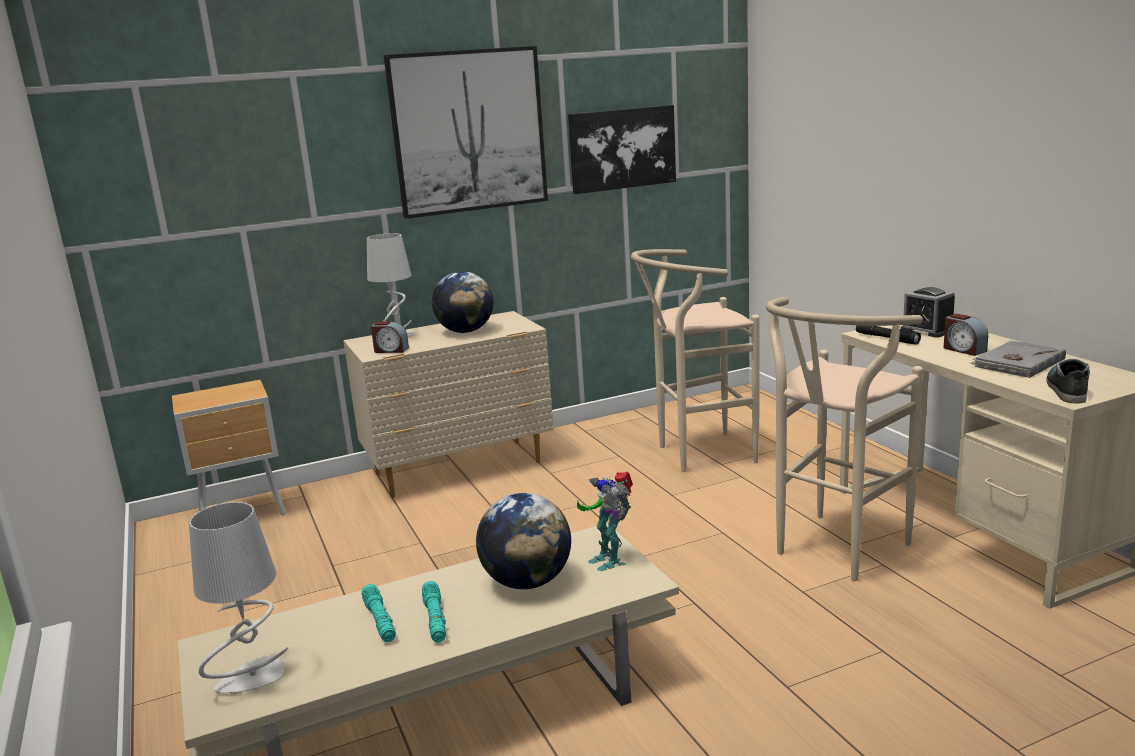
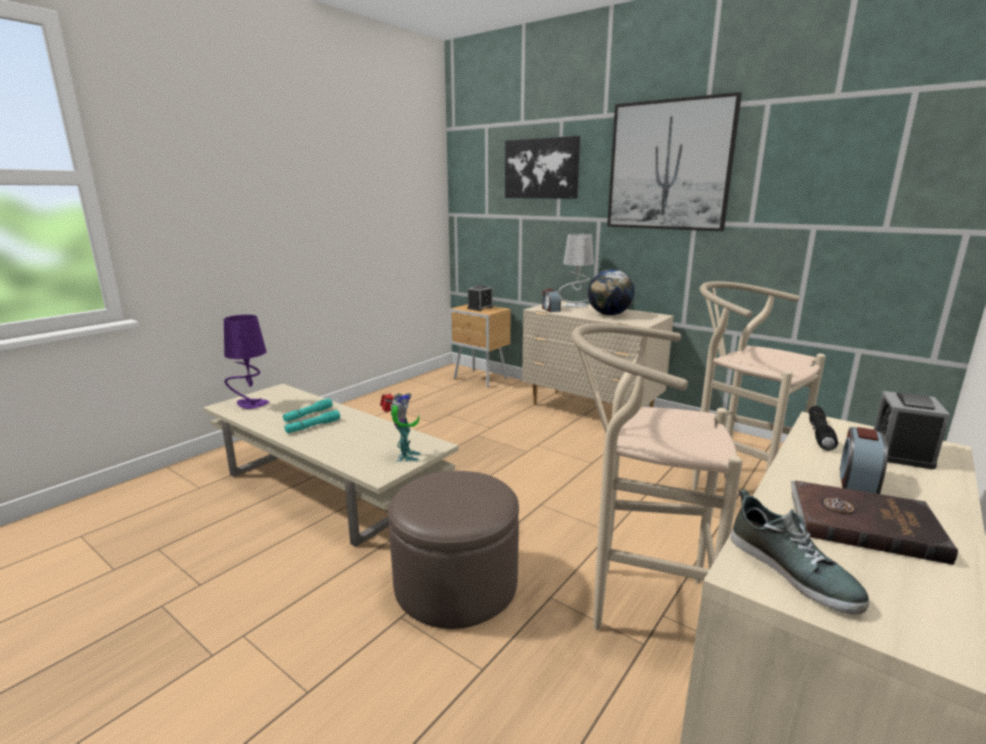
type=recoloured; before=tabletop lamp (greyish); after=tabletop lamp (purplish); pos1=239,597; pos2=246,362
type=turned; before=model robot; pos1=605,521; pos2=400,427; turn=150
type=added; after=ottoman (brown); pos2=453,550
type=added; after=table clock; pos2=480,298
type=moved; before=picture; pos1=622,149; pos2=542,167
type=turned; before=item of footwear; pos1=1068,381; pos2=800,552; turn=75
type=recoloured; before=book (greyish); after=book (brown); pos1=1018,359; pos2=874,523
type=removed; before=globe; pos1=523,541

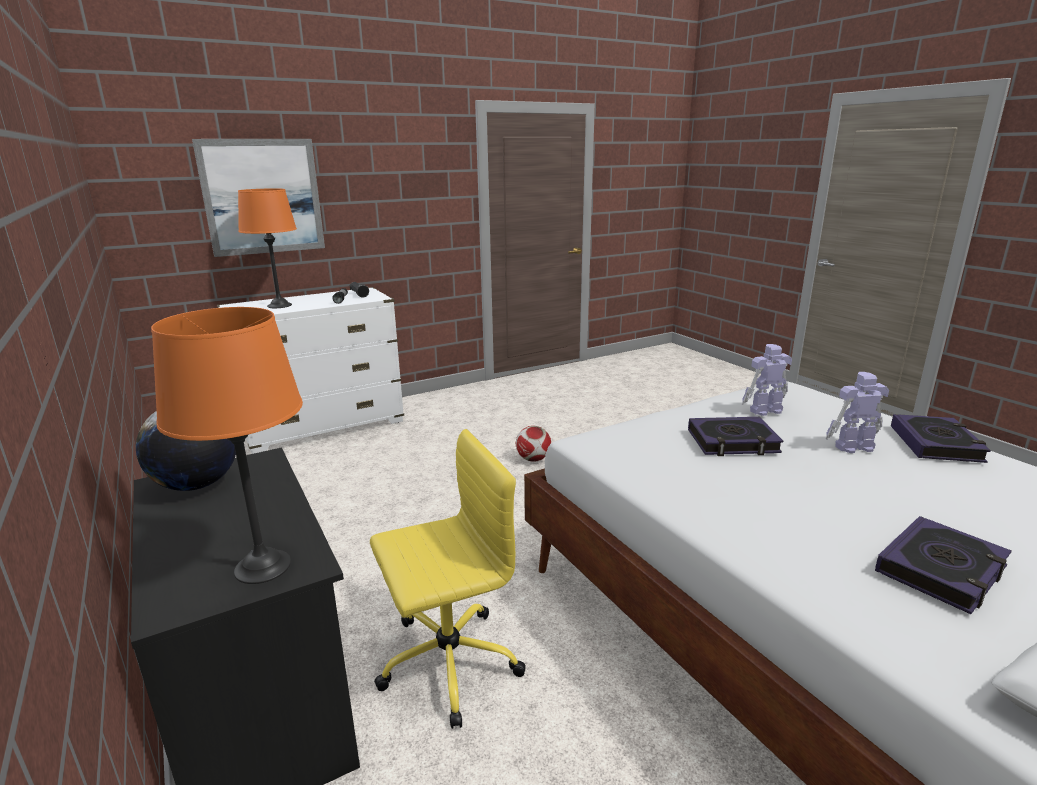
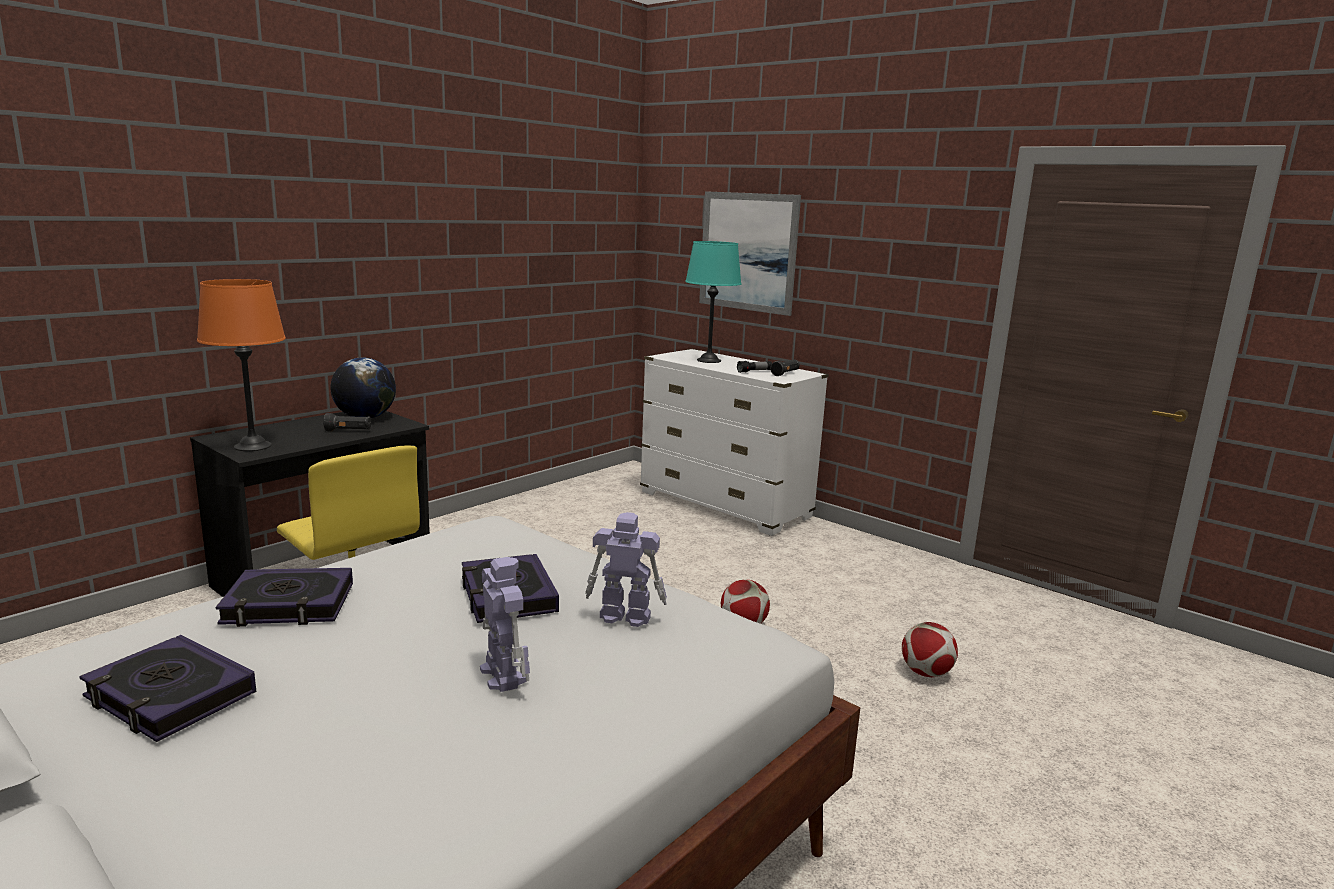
type=moved; before=book; pos1=941,438; pos2=284,597
type=added; after=torch (black); pos2=347,422
type=turned; before=model robot; pos1=767,380; pos2=626,569; turn=-45
type=recoloured; before=tabletop lamp (orange); after=tabletop lamp (turquoise); pos1=267,248; pos2=713,302
type=added; after=football; pos2=930,649

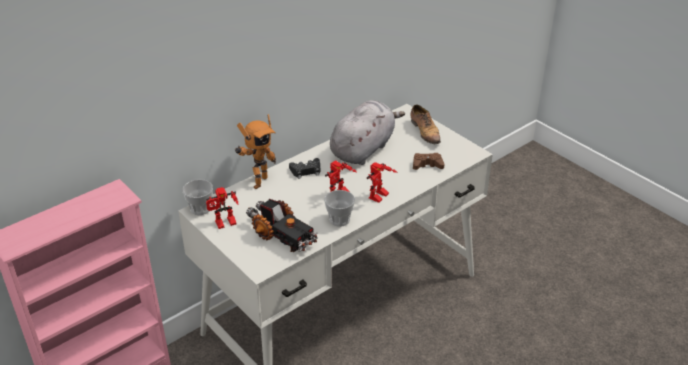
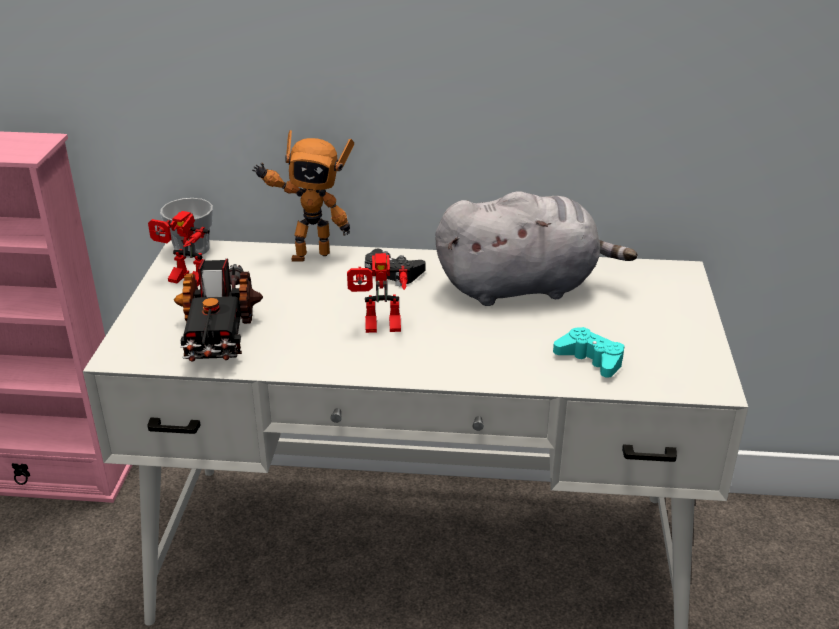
type=recoloured; before=game controller (brown); after=game controller (turquoise); pos1=428,161; pos2=588,352
type=removed; before=cup; pos1=339,208
type=removed; before=model robot; pos1=382,182
type=removed; before=item of footwear; pos1=426,124

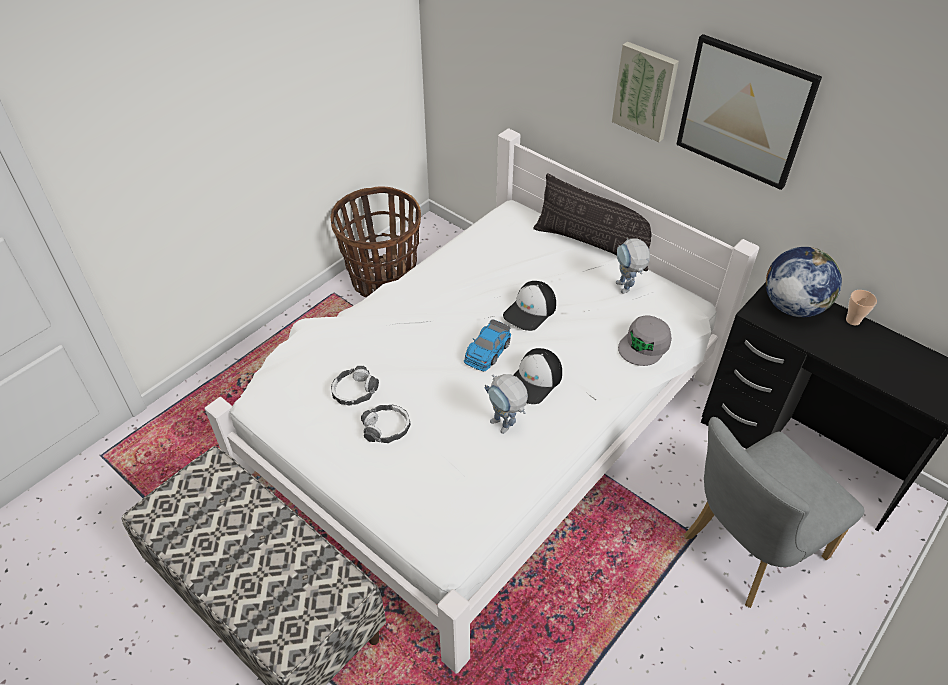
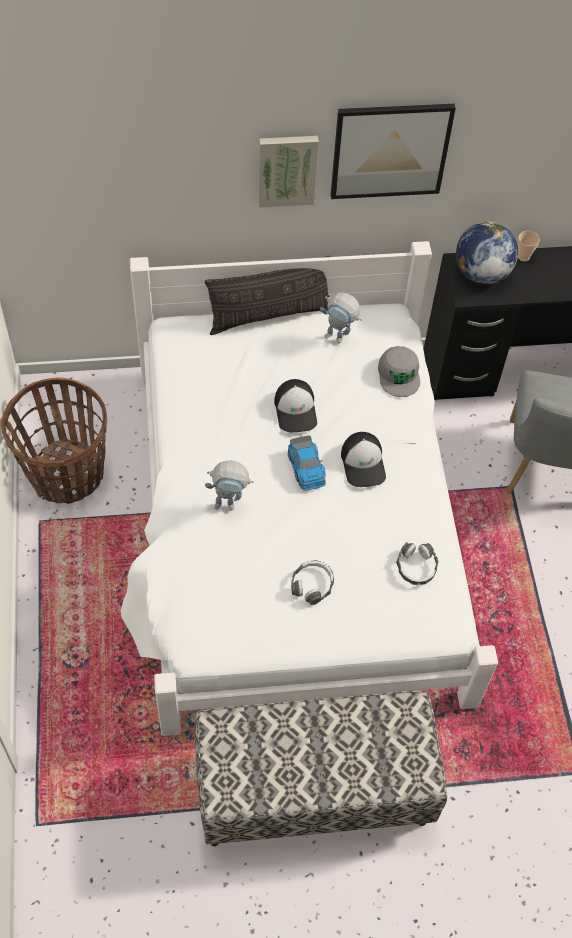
type=moved; before=model robot; pos1=506,404; pos2=229,485
type=moved; before=headphones; pos1=355,385; pos2=417,563

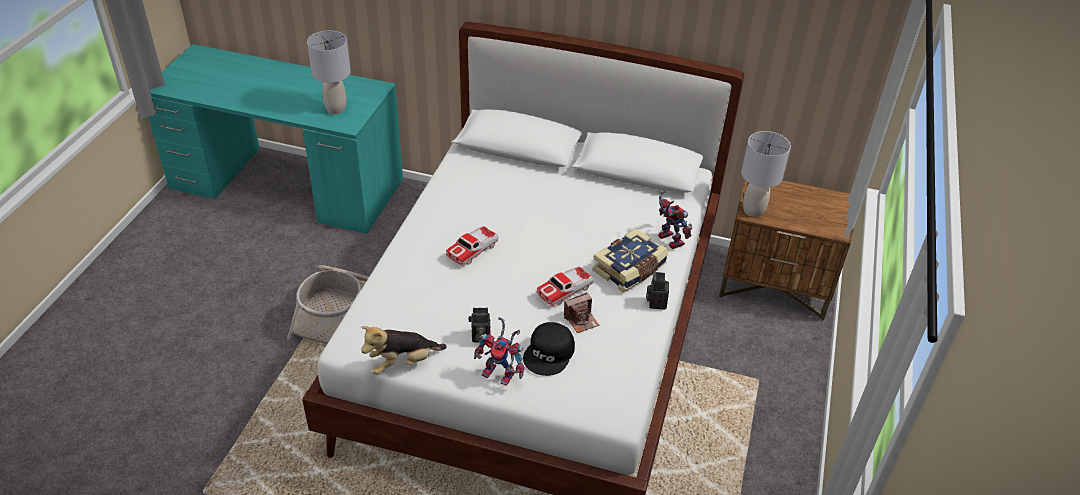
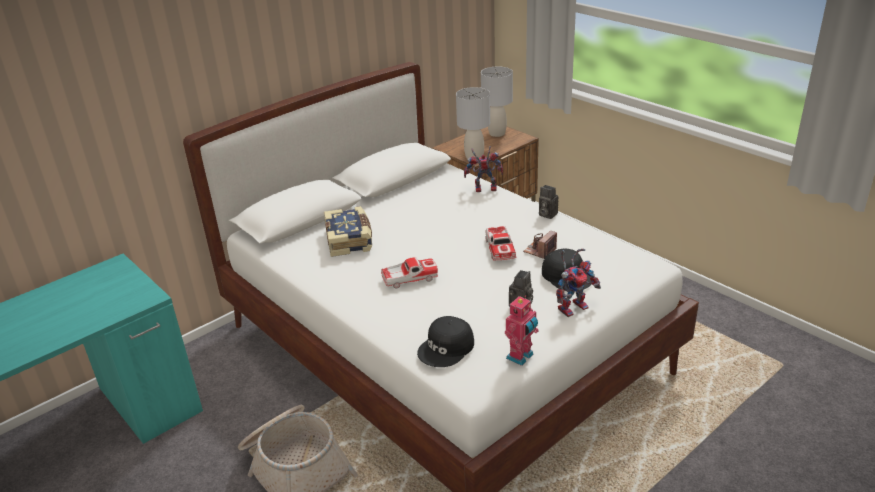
type=moved; before=book; pos1=630,260; pos2=348,231
type=turned; before=toy car; pos1=472,246; pos2=409,273; turn=-90
type=added; after=baseball cap (black); pos2=445,341
type=moved; before=tabletop lamp (greyish); pos1=329,72; pos2=497,101
type=replaced; before=cuddly toy; after=model robot; pos1=404,350; pos2=521,331
type=turned; before=photo camera; pos1=581,312; pos2=540,244; turn=-150

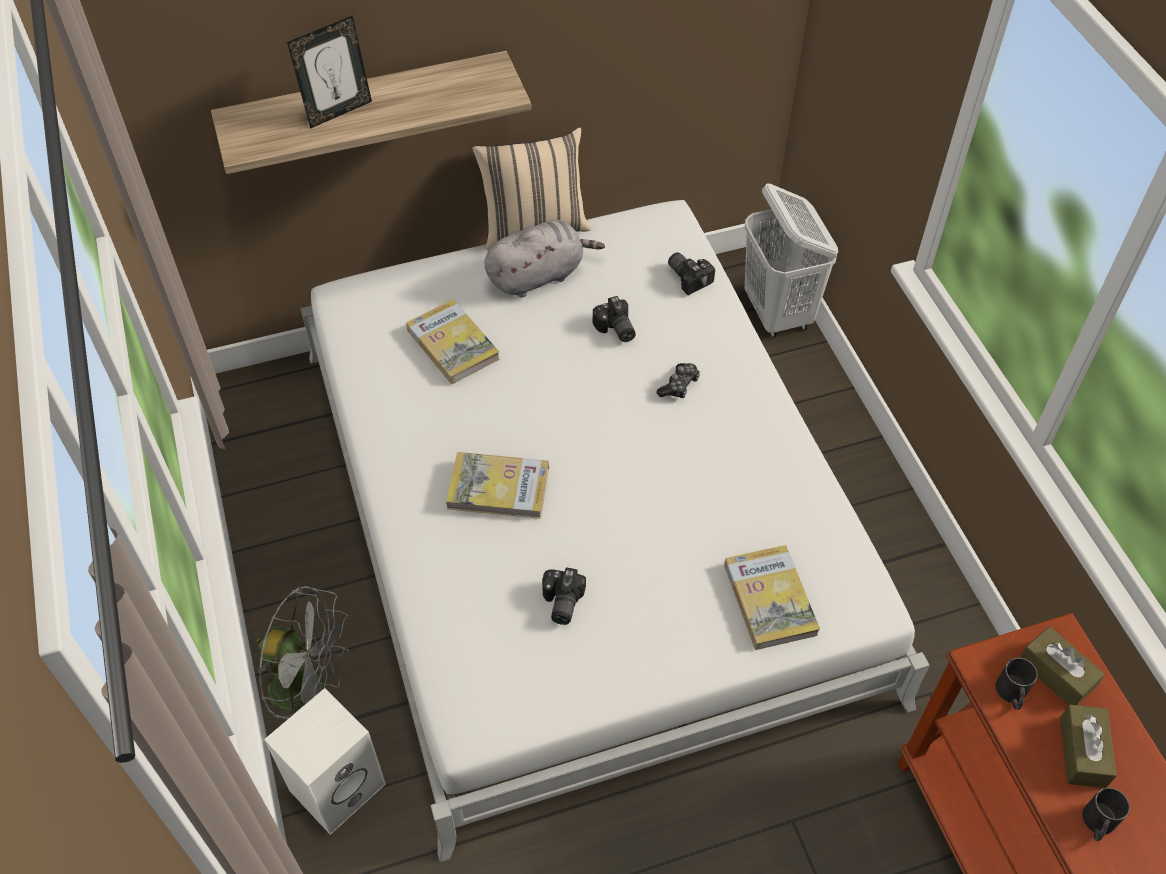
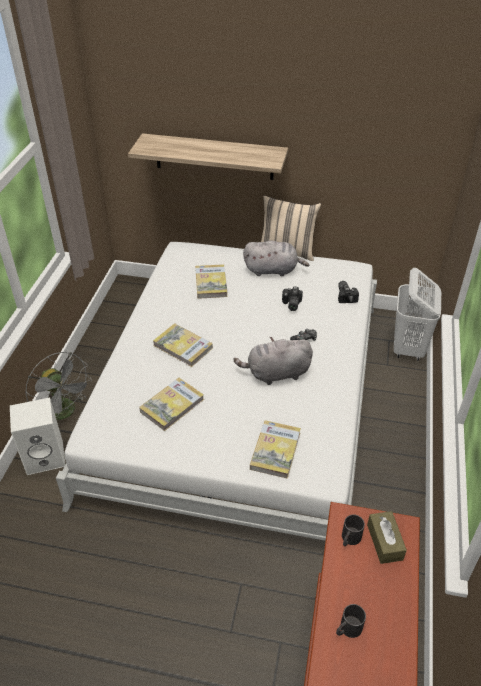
type=replaced; before=photo camera; after=book; pos1=564,596; pos2=171,404
type=added; after=cuddly toy (greyish); pos2=273,361
type=removed; before=standing frame; pos1=329,72
type=removed; before=tissue box (brown); pos1=1088,746

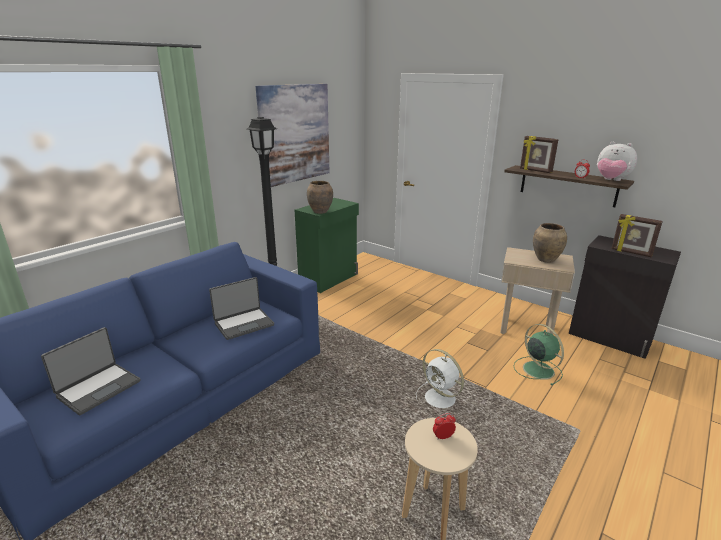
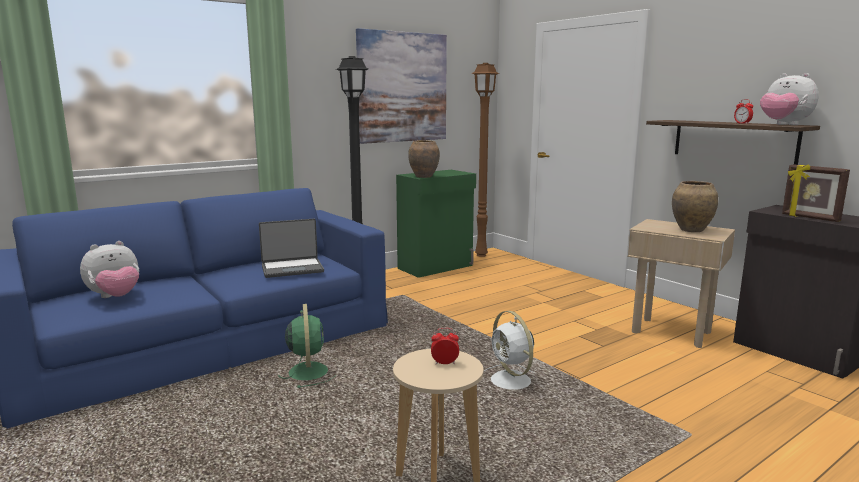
type=replaced; before=notebook computer; after=cuddly toy; pos1=90,371; pos2=109,269
type=moved; before=fan (green); pos1=539,355; pos2=307,346
type=added; after=standard lamp (brown); pos2=485,160
type=removed; before=standing frame; pos1=539,154

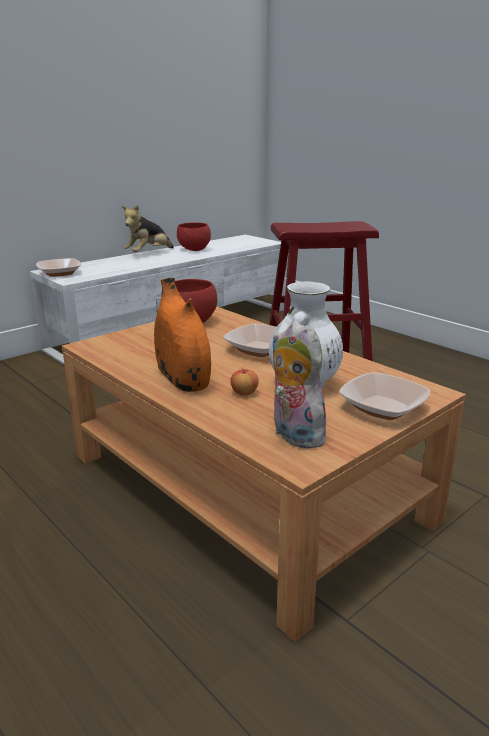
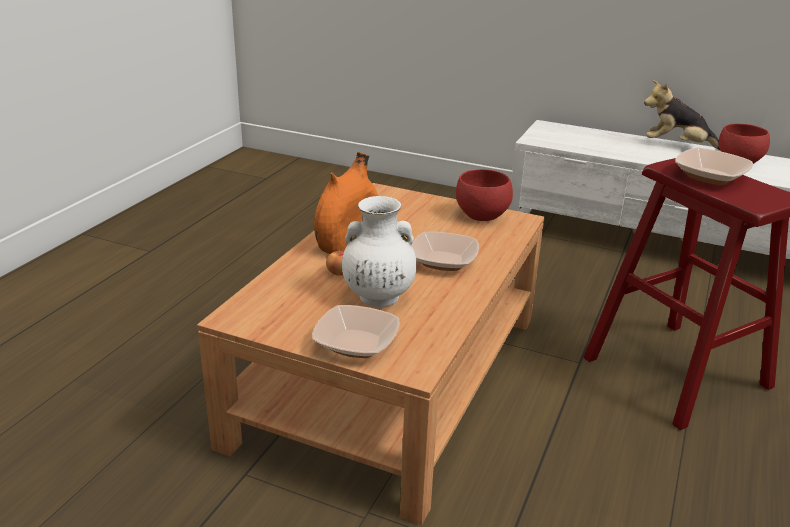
type=moved; before=deep dish; pos1=58,267; pos2=714,166
type=removed; before=cuddly toy; pos1=300,385

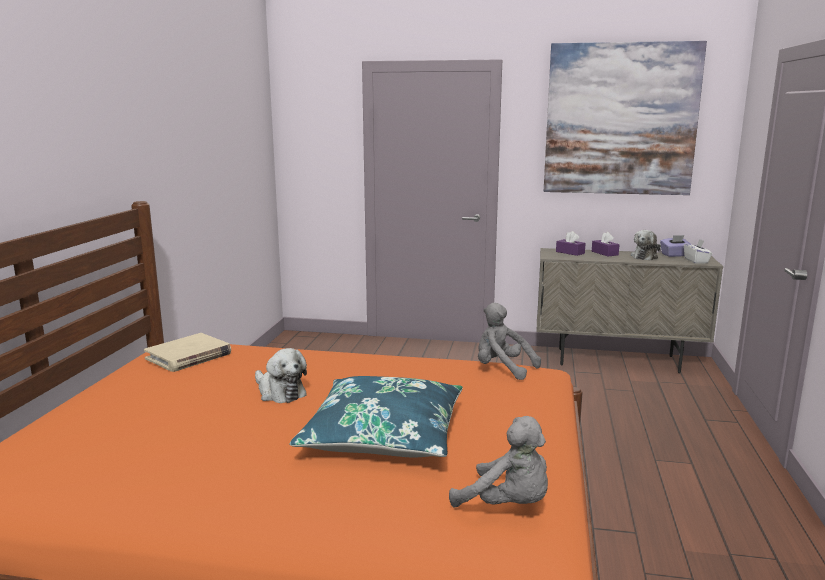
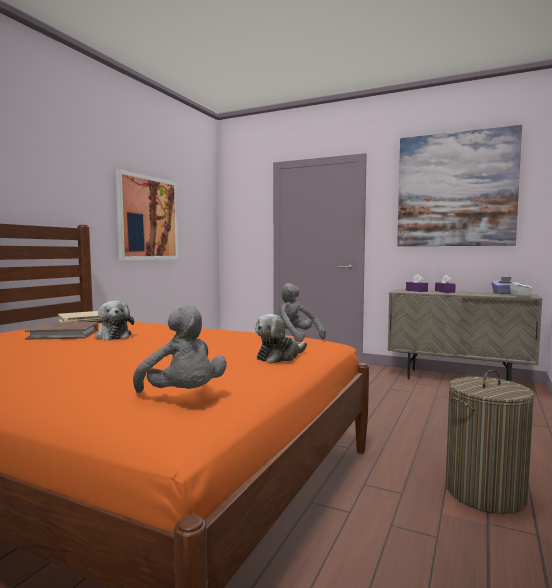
type=added; after=book (brown); pos2=61,331
type=added; after=picture; pos2=147,214
type=moved; before=cuddly toy; pos1=646,245; pos2=281,338
type=added; after=hamper; pos2=490,441
type=removed; before=cushion (blue); pos1=376,416

